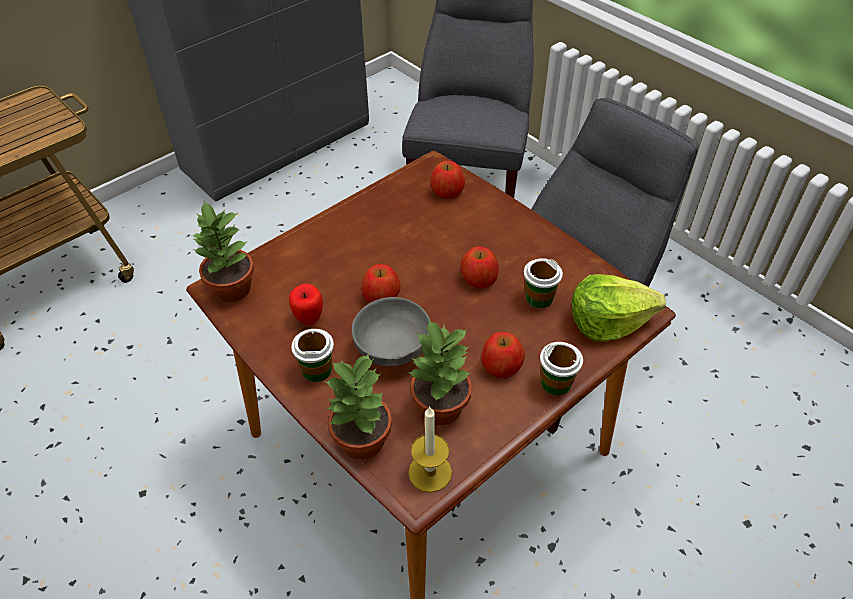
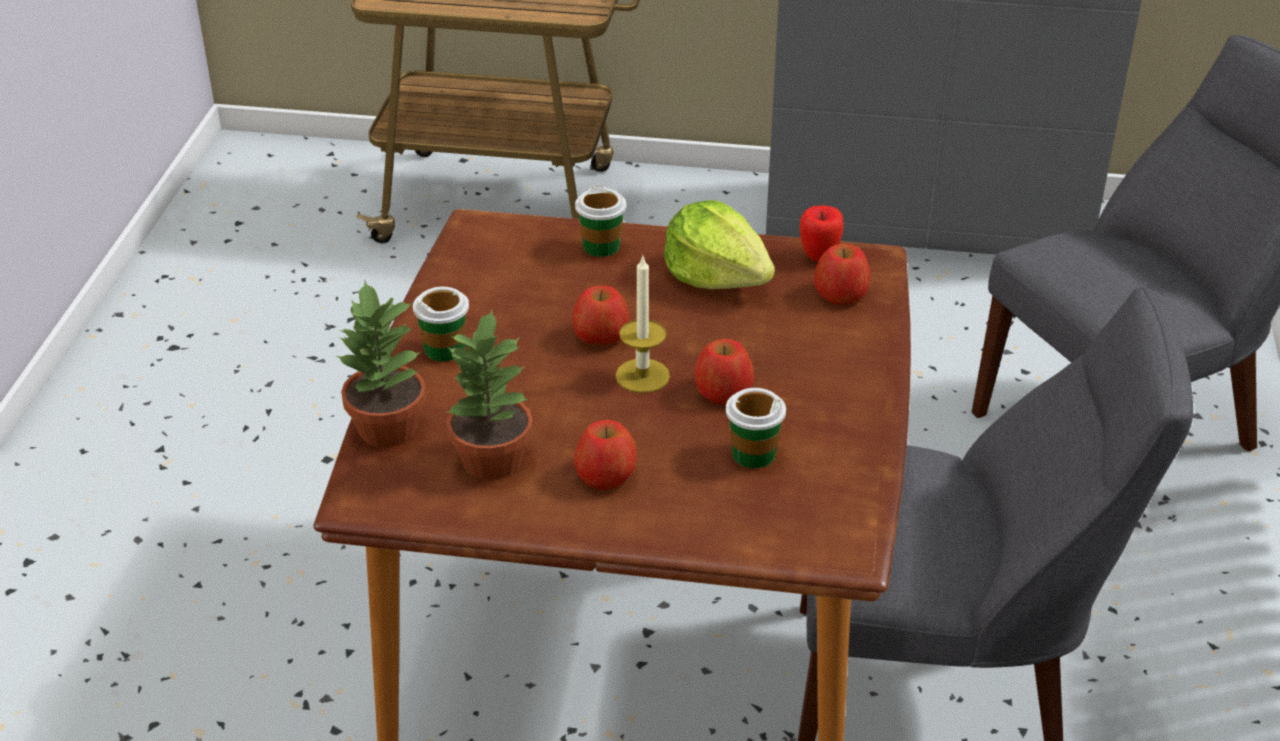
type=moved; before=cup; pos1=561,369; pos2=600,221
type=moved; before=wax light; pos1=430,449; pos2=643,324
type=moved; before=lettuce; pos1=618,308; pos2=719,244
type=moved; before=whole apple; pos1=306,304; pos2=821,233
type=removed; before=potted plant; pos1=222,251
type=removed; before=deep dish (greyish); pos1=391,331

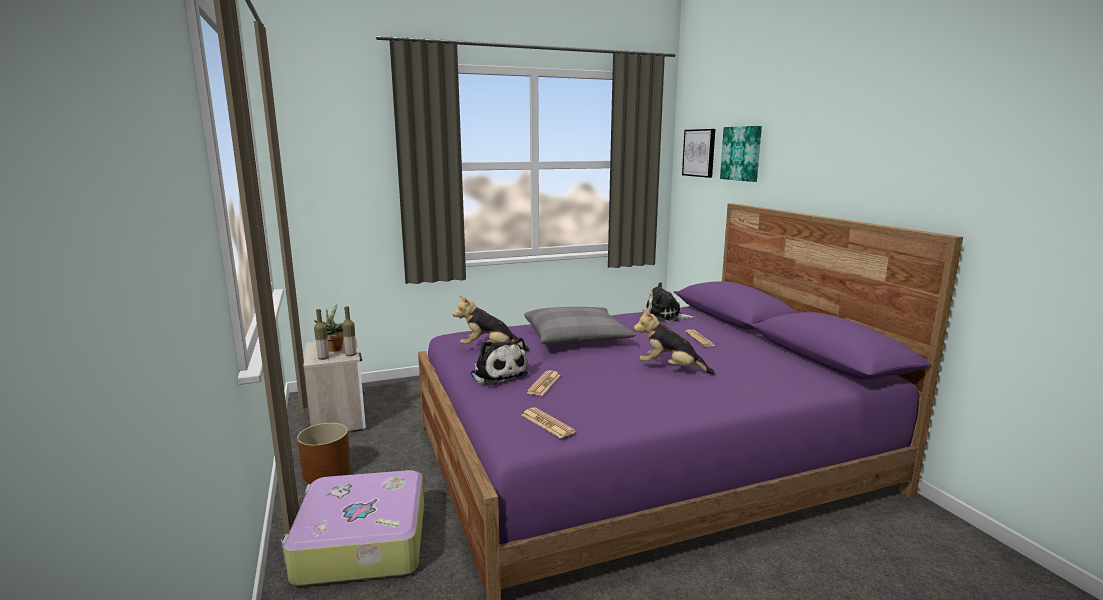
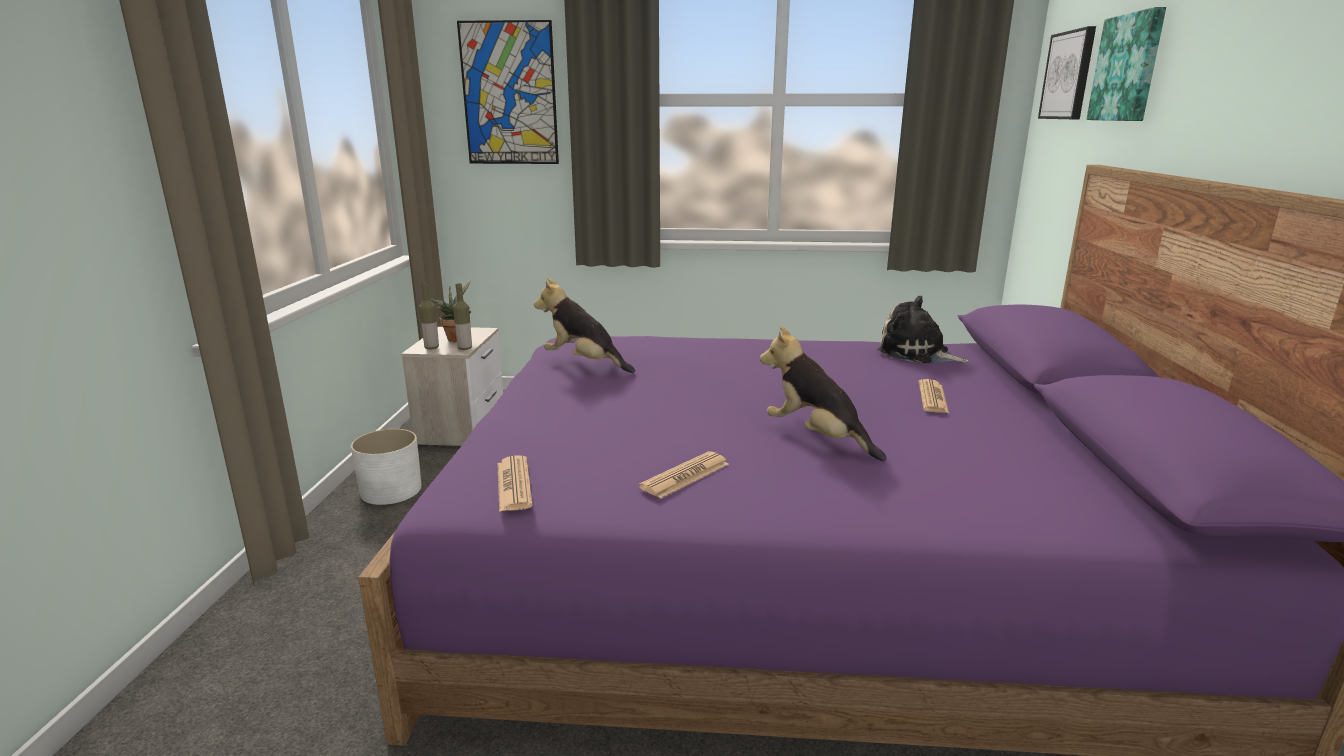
type=recoloured; before=flower pot (brown); after=flower pot (whitish); pos1=324,453; pos2=386,467
type=added; after=picture; pos2=508,92
type=moved; before=newspaper; pos1=544,383; pos2=683,475
type=removed; before=travel case; pos1=352,528
type=removed; before=cuddly toy; pos1=499,362
type=removed; before=cushion (greyish); pos1=579,326

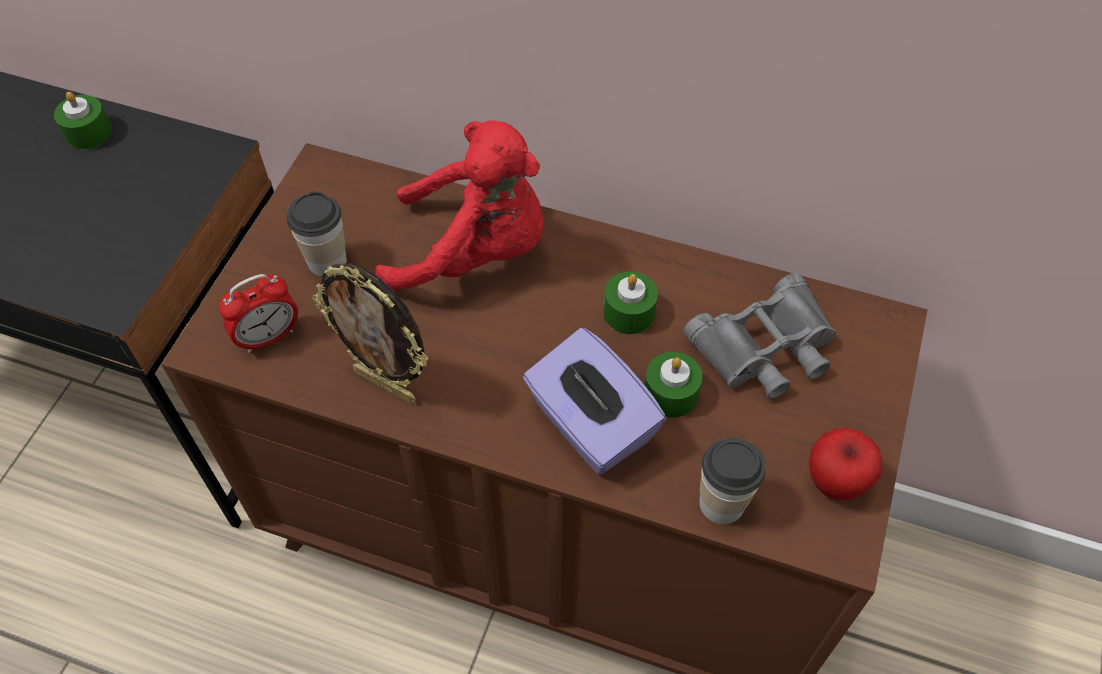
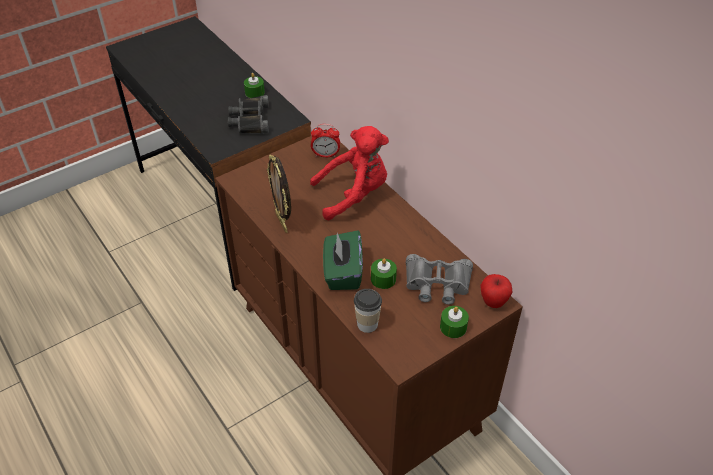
type=added; after=field glasses (black); pos2=248,114
type=turned; before=cuddly toy (red); pos1=459,205; pos2=349,173; turn=-60
type=moved; before=table clock; pos1=258,313; pos2=325,140
type=recoloured; before=tissue box (purplish); after=tissue box (green); pos1=594,401; pos2=343,260
type=moved; before=wax light (green); pos1=630,303; pos2=454,322
type=moved; before=whole apple; pos1=845,464; pos2=496,291
type=removed; before=cup; pos1=317,234

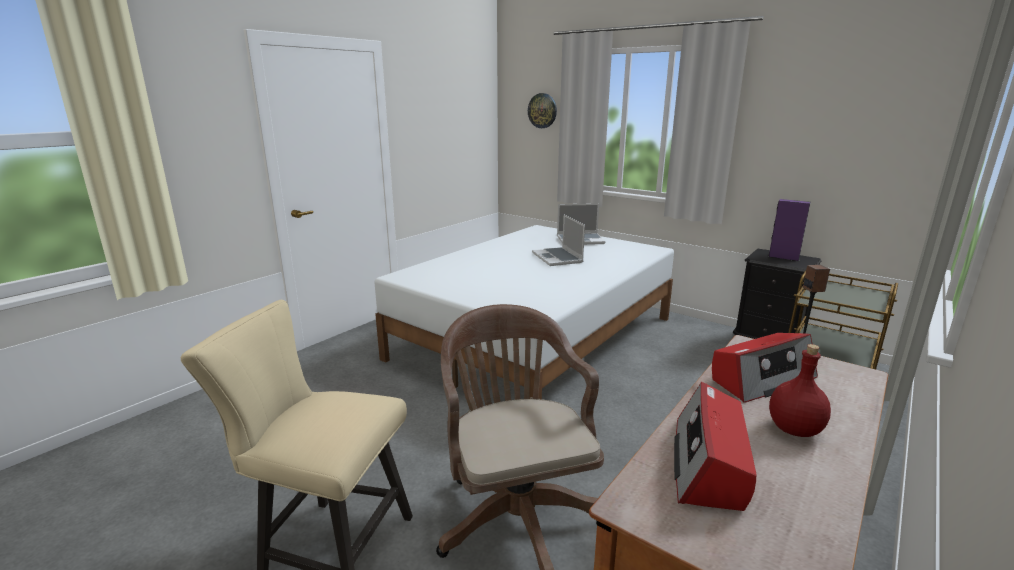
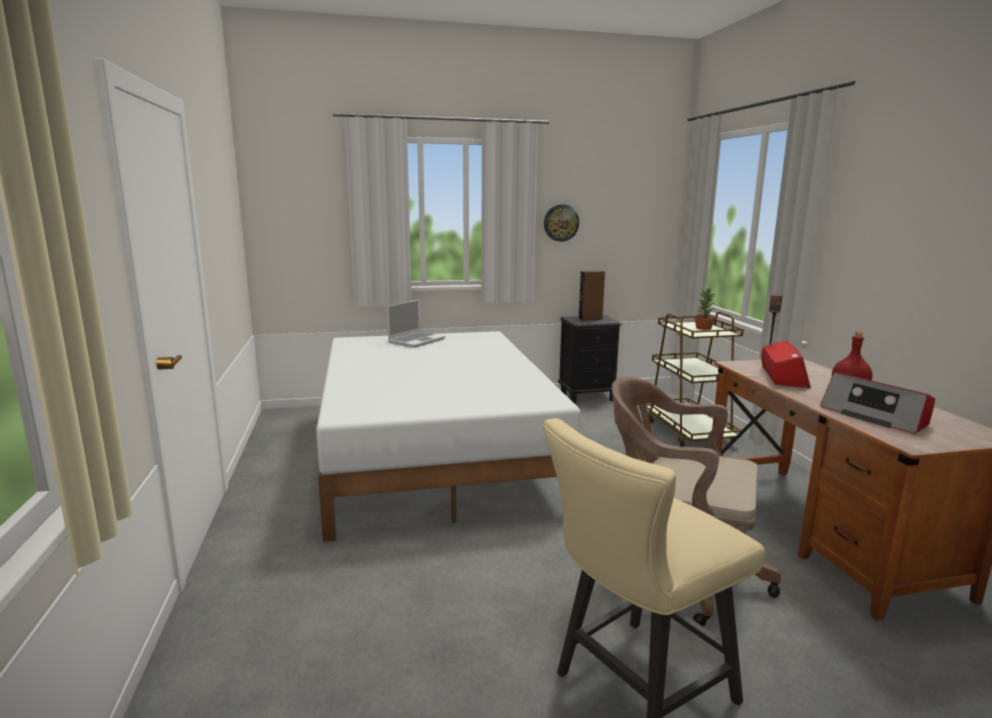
type=moved; before=wall clock; pos1=542,110; pos2=561,223
type=recoloured; before=speaker (purplish); after=speaker (brown); pos1=789,230; pos2=592,296
type=added; after=potted plant; pos2=705,309
type=removed; before=notebook computer; pos1=558,240

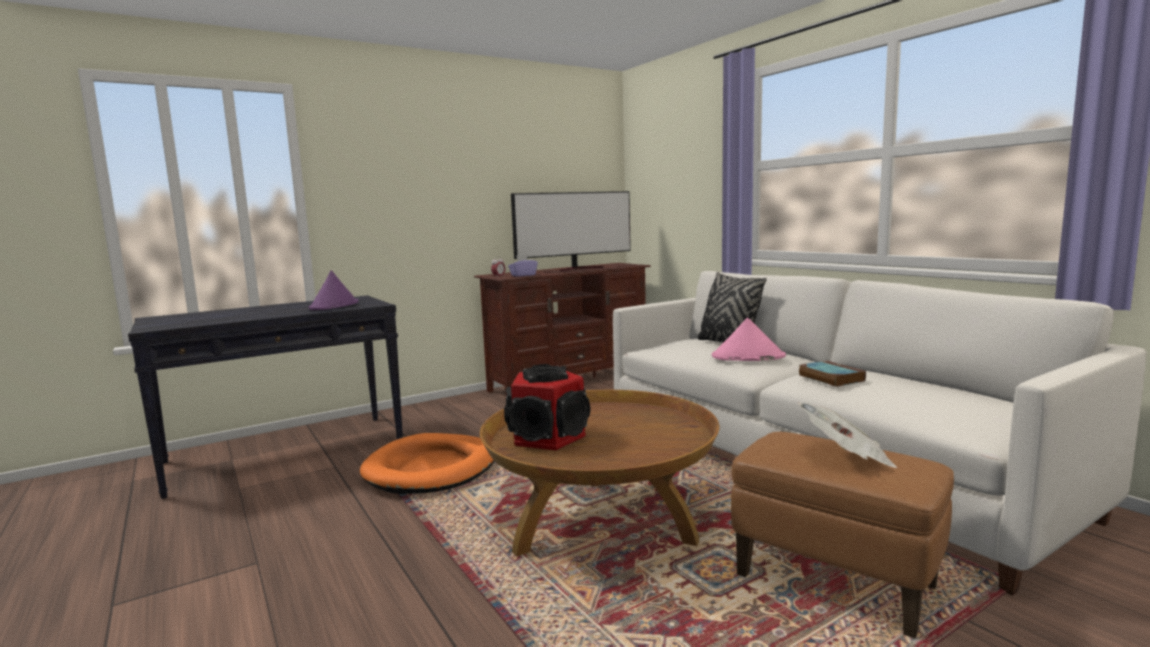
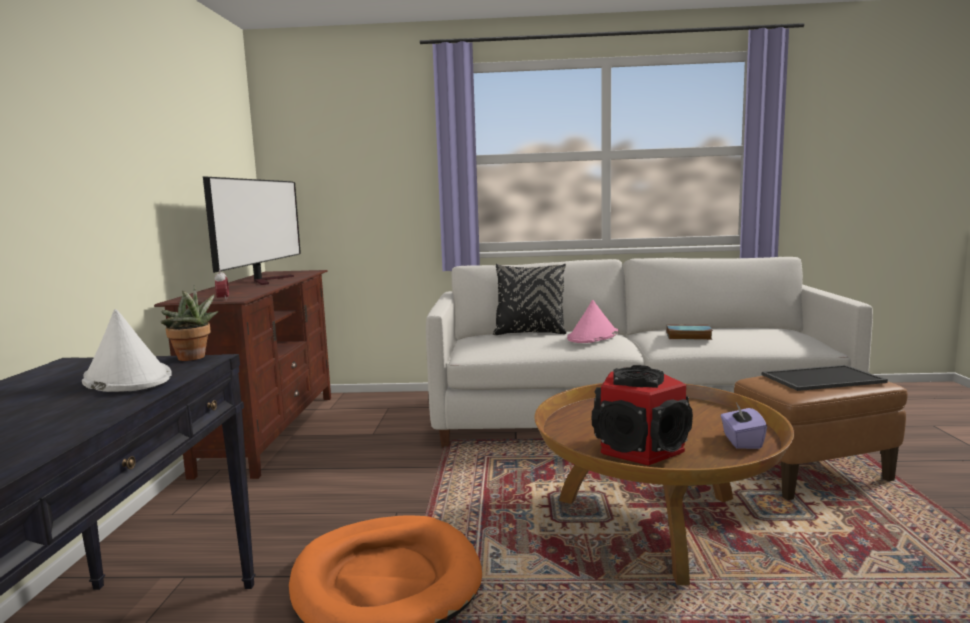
type=recoloured; before=clothing hat (purplish); after=clothing hat (whitish); pos1=334,290; pos2=127,350
type=added; after=potted plant; pos2=189,323
type=moved; before=tissue box (purplish); pos1=523,266; pos2=743,426
type=replaced; before=newspaper; after=carrying tray; pos1=848,435; pos2=825,378

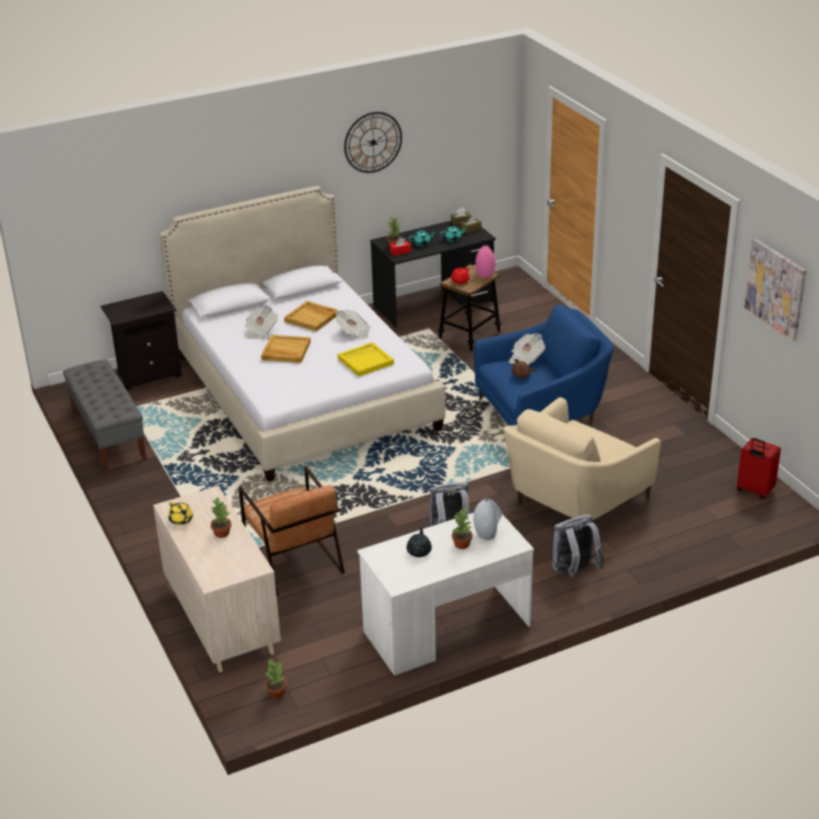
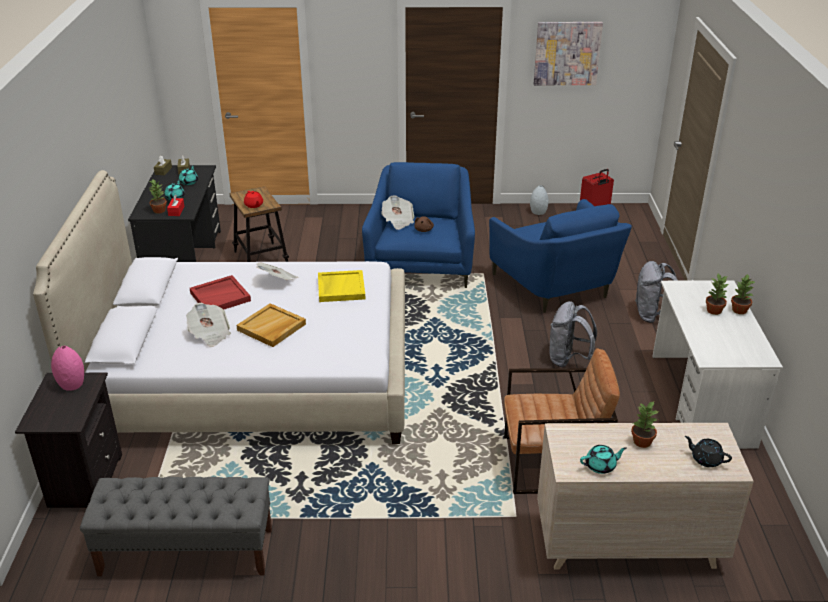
type=moved; before=vase (pink-coloured); pos1=485,261; pos2=67,368
type=recoloured; before=carrying tray (beige); after=carrying tray (red); pos1=311,316; pos2=220,292
type=recoloured; before=easy chair (beige); after=easy chair (blue); pos1=582,458; pos2=560,256
type=moved; before=vase (greyish); pos1=487,519; pos2=539,200
type=recoloured; before=pot for tea (yellow-coloured); after=pot for tea (turquoise); pos1=180,513; pos2=603,459
type=moved; before=pot for tea (black); pos1=419,542; pos2=708,451
type=moved; before=potted plant; pos1=276,679; pos2=743,294
type=removed; before=wall clock; pos1=373,142

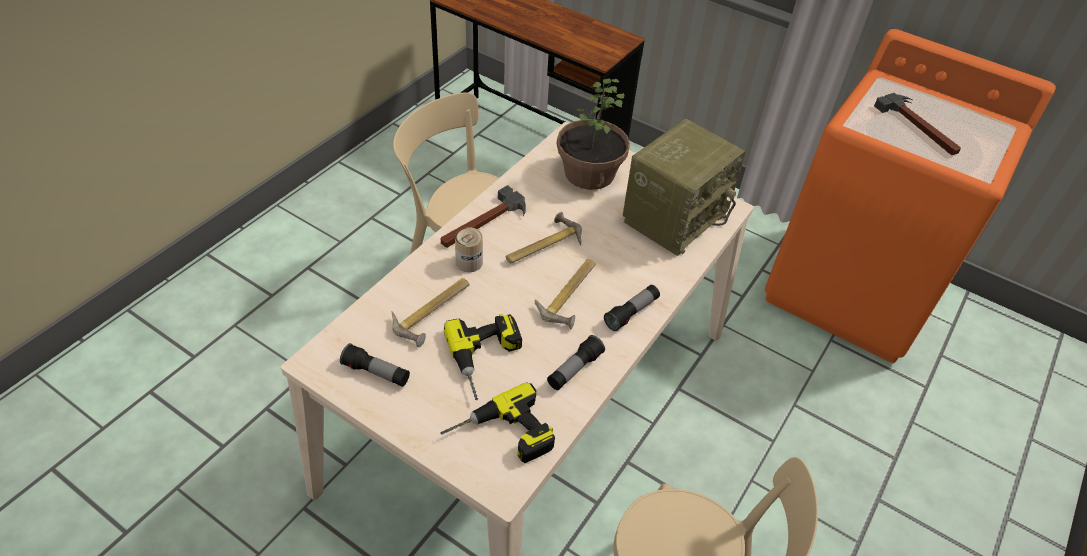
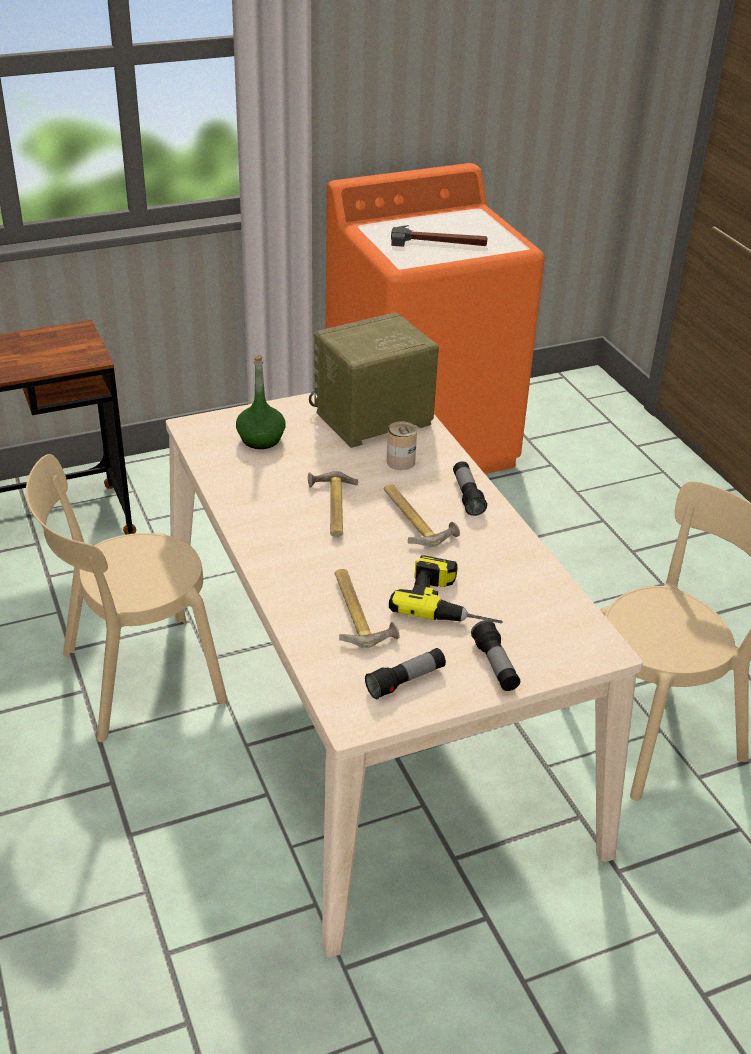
type=replaced; before=potted plant; after=drink bottle (green); pos1=593,134; pos2=261,402
type=turned; before=radio; pos1=684,187; pos2=374,380; turn=-105
type=moved; before=can; pos1=469,249; pos2=402,445
type=moved; before=torch; pos1=576,362; pos2=495,655
type=removed; before=drill; pos1=497,423
type=removed; before=tool hammer; pos1=483,216

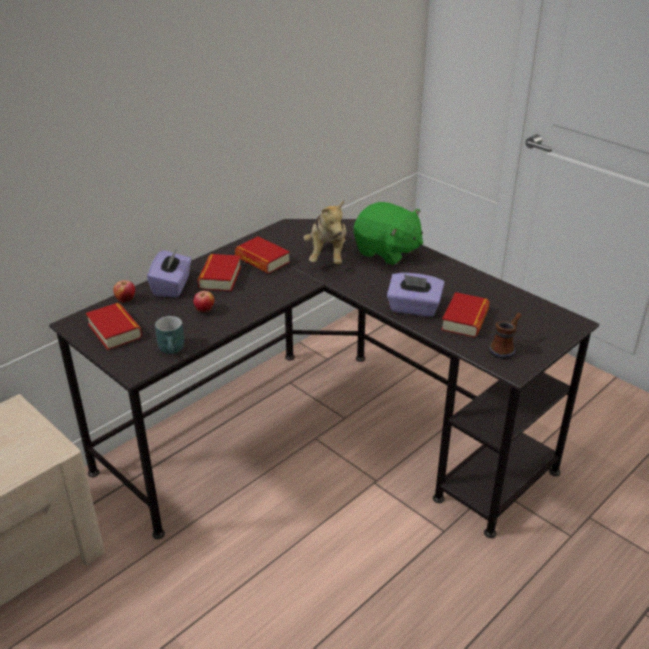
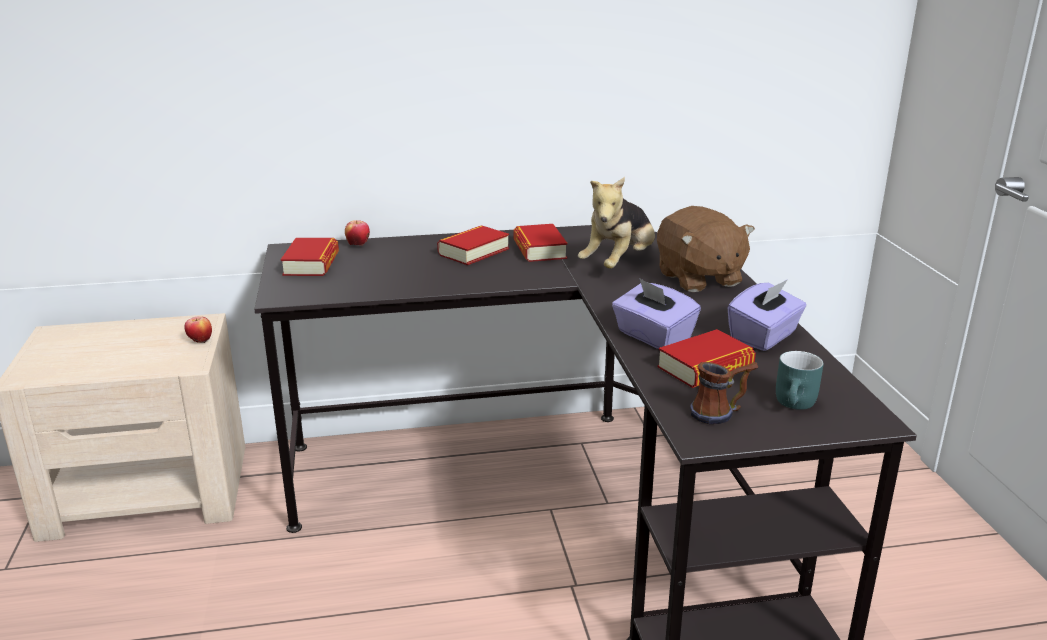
type=moved; before=whole apple; pos1=204,301; pos2=198,329
type=recoloured; before=cuddly toy (green); after=cuddly toy (brown); pos1=388,233; pos2=706,249
type=moved; before=tissue box (purplish); pos1=169,273; pos2=767,315
type=moved; before=tea mug (turquoise); pos1=169,335; pos2=800,380

